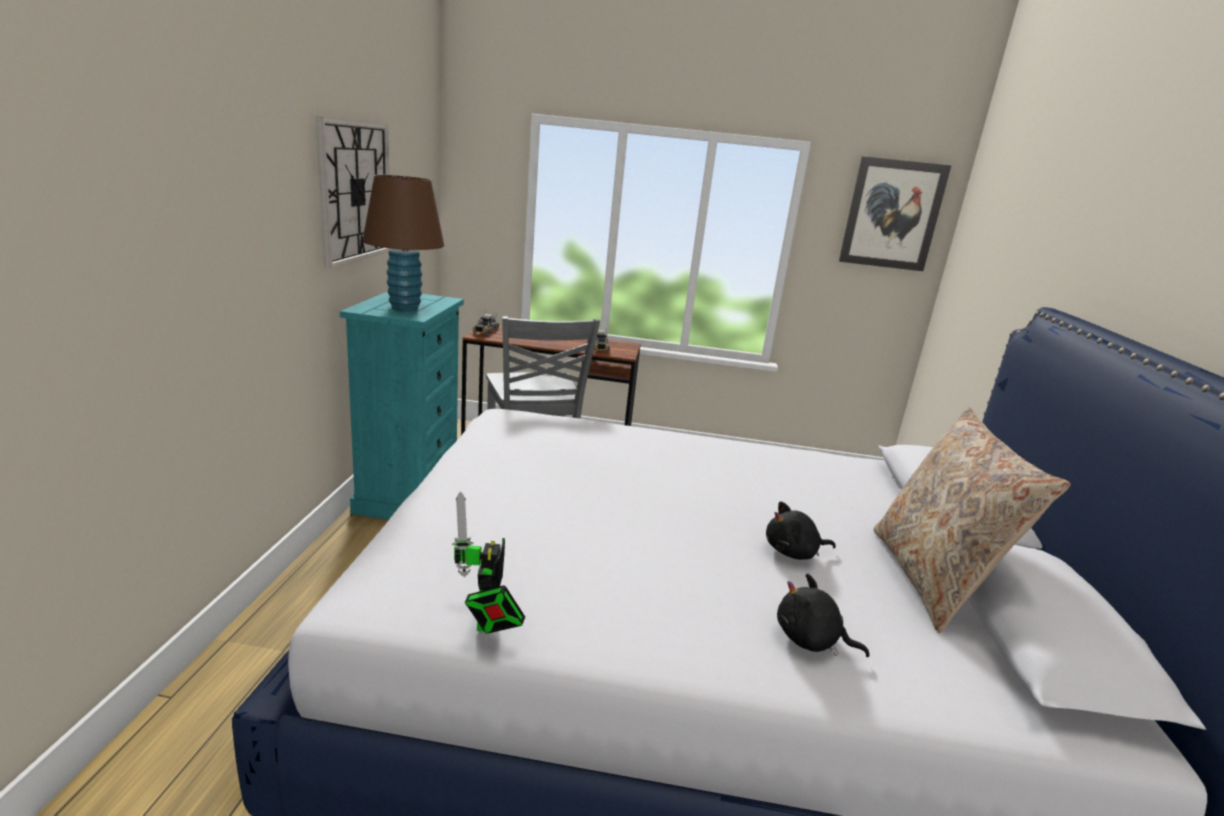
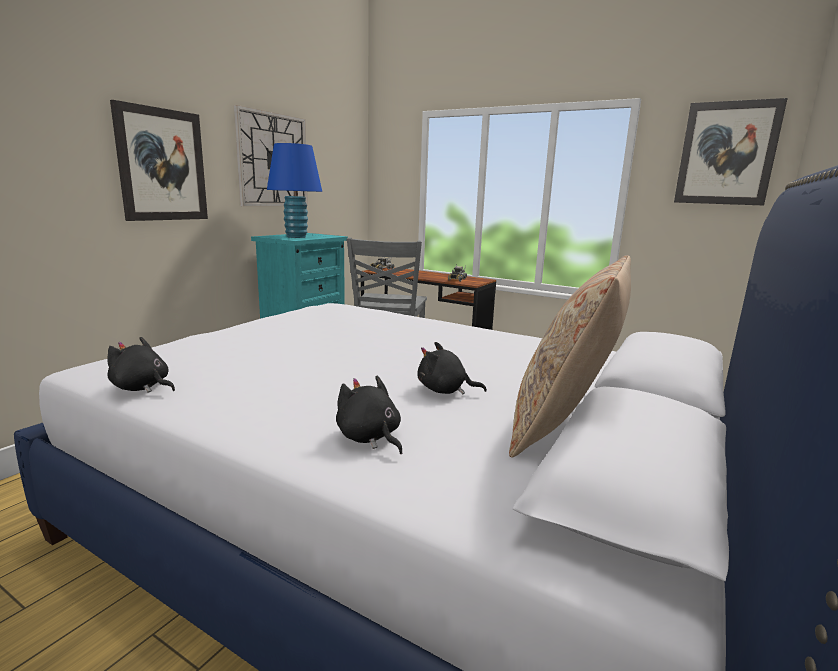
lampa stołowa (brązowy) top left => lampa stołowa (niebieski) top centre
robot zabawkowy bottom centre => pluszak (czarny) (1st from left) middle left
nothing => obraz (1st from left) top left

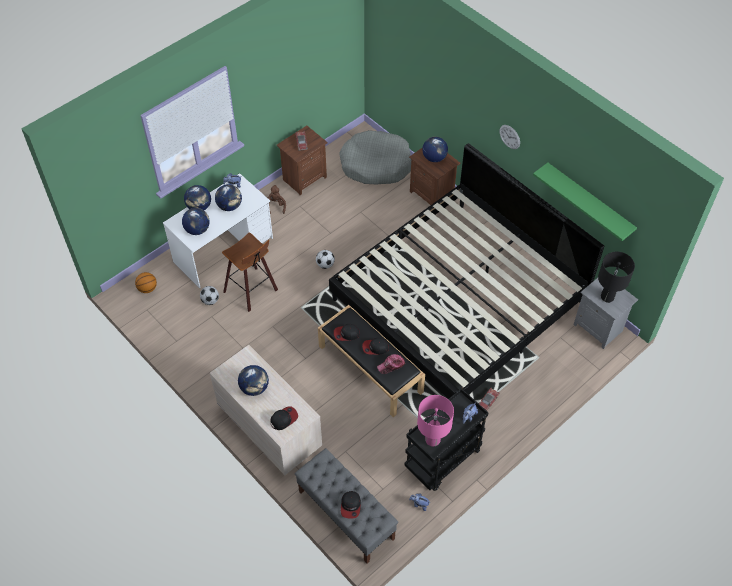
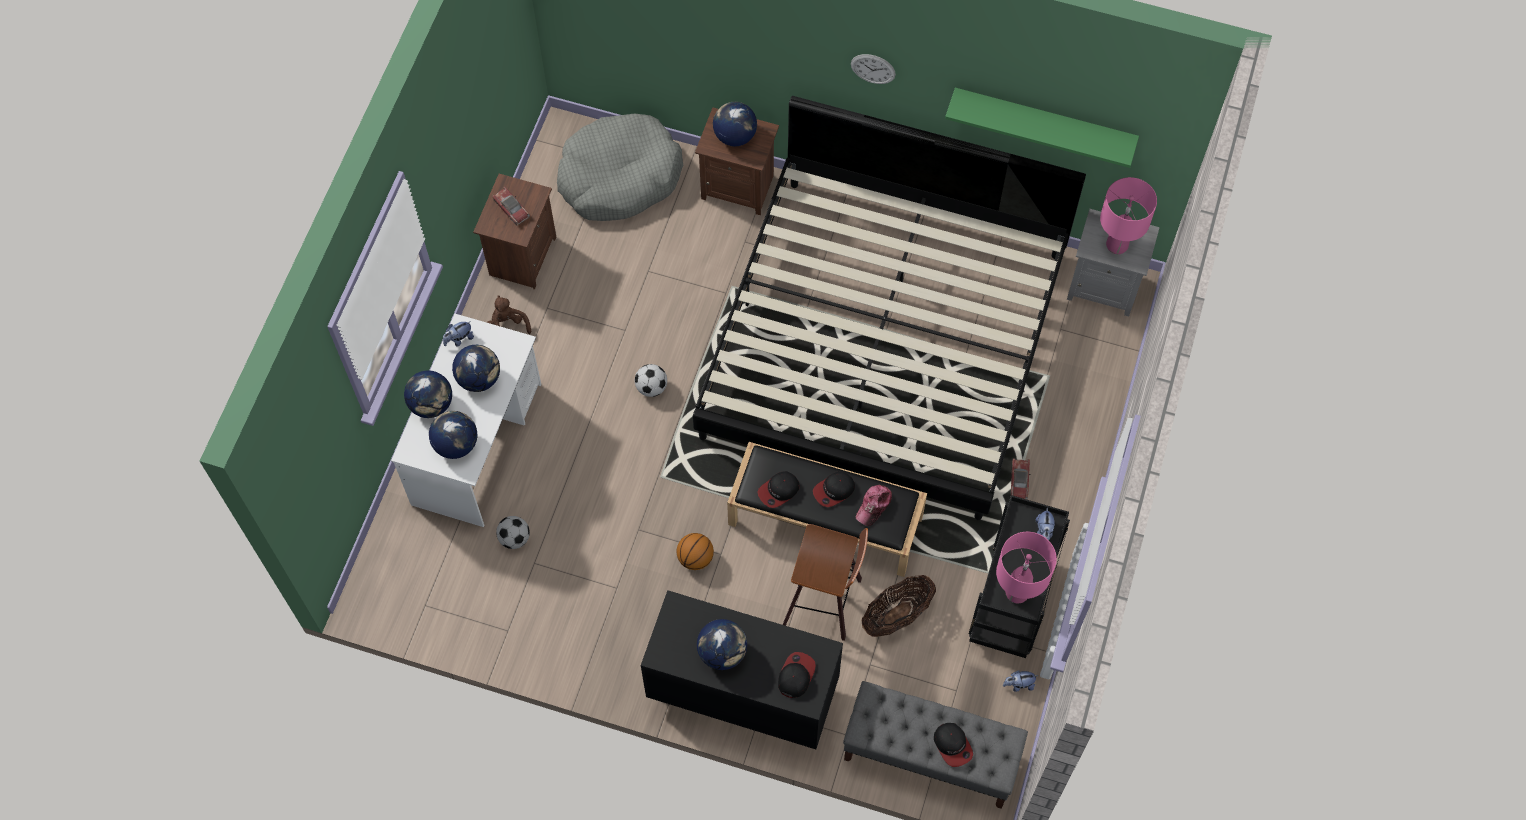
stołek centre => stołek bottom centre, moved
lampa stołowa (czarny) middle right => lampa stołowa (różowy) (2nd from left) top right
piłka do koszykówki middle left => piłka do koszykówki bottom centre, moved
komoda (beżowy) bottom centre => komoda (czarny) bottom centre
nothing => koszyk bottom centre

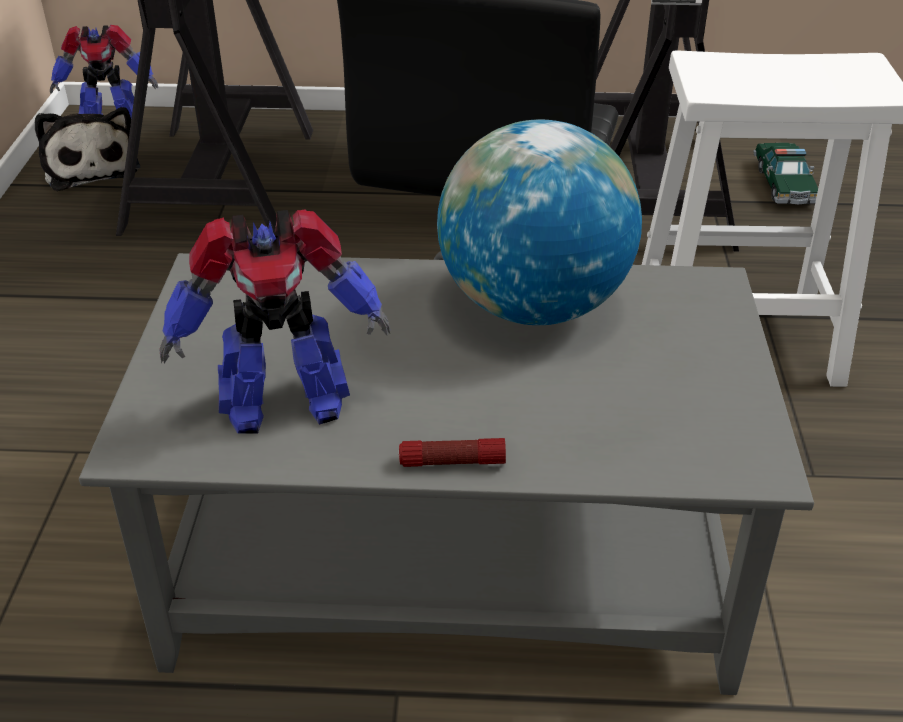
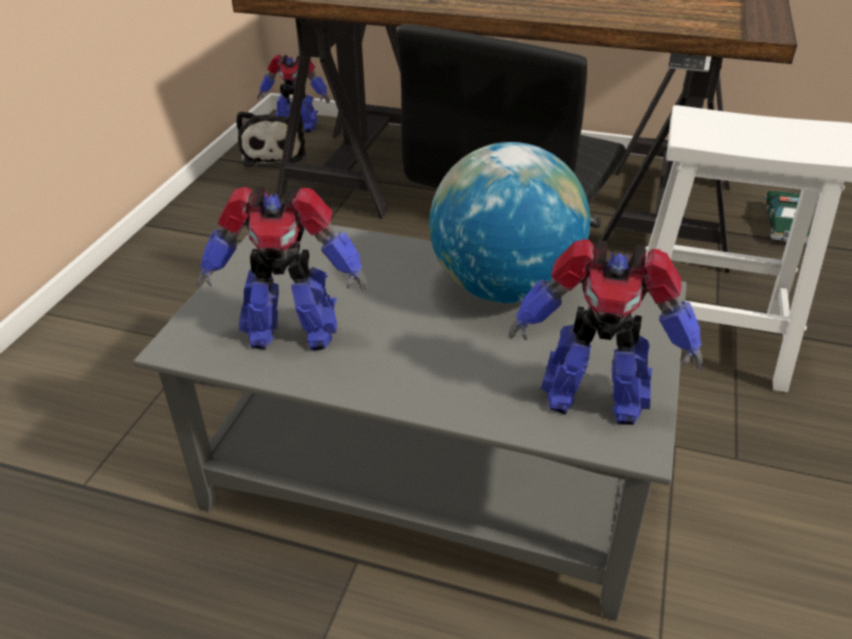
latarka centre => nothing
nothing => robot zabawkowy (3rd from left) middle right

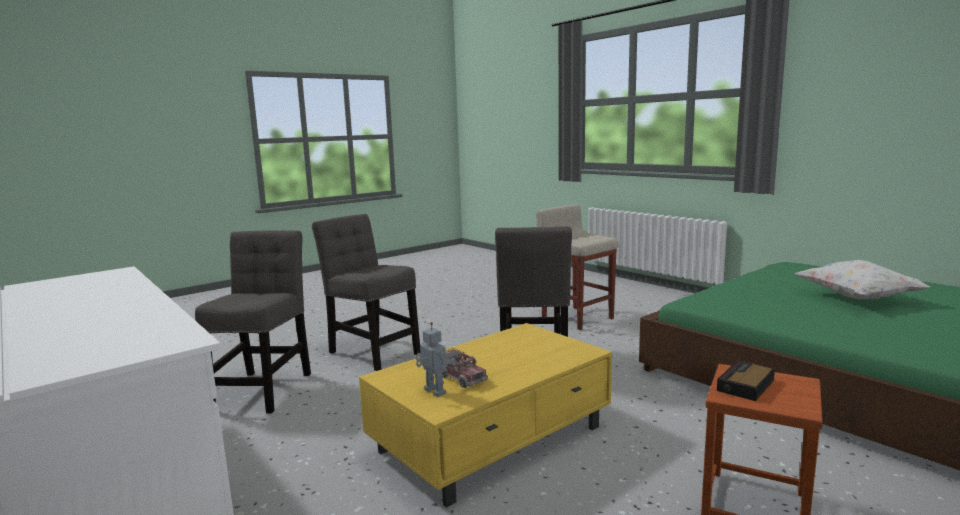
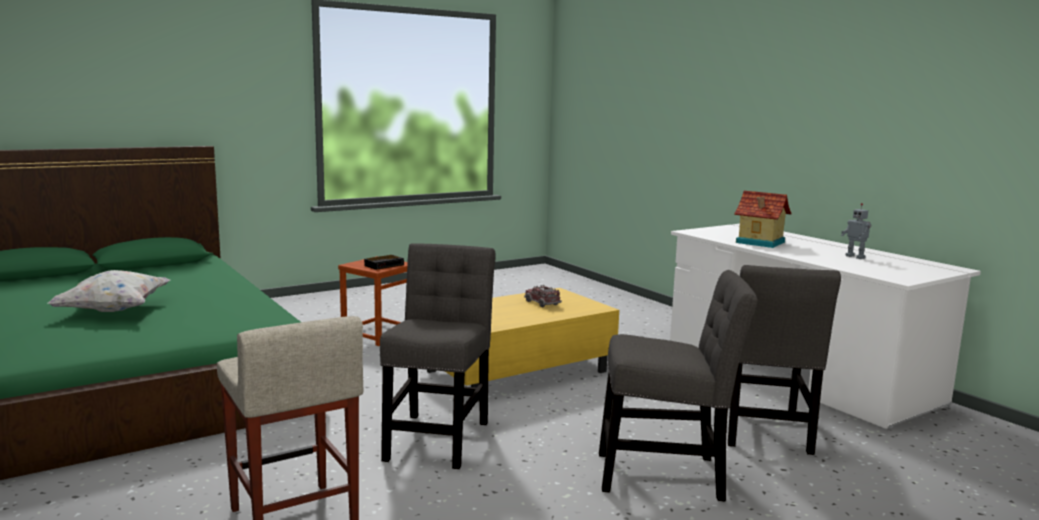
krzesło (szary) (2nd from left) centre => krzesło (szary) (2nd from left) bottom centre, 45 degrees counterclockwise
robot zabawkowy bottom centre => robot zabawkowy middle right, moved
nothing => domek middle right

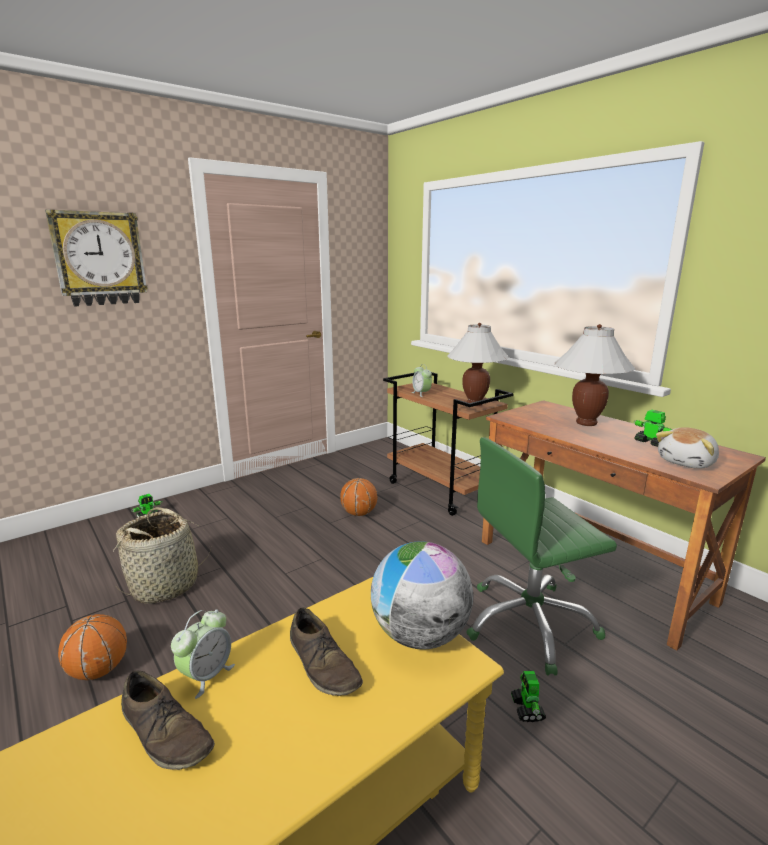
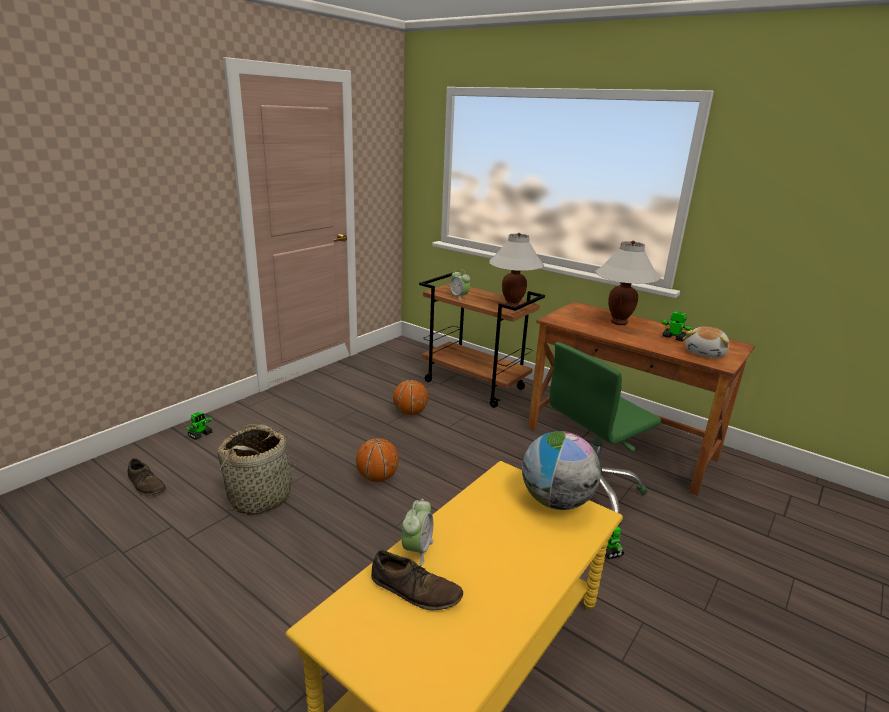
zegar ścienny top left => nothing
but (brązowy) (2nd from left in the first image) bottom centre => but (brązowy) (1st from left) bottom left, moved
piłka do koszykówki (1st from left) bottom left => piłka do koszykówki (1st from left) centre, moved

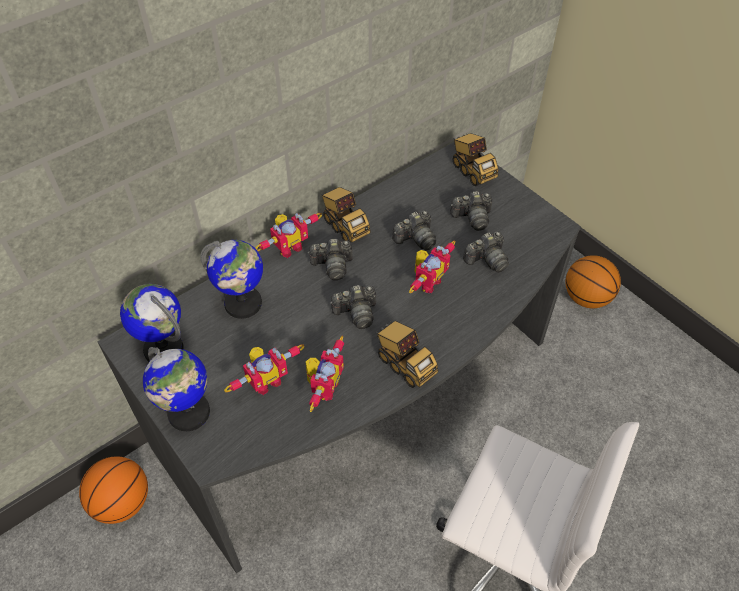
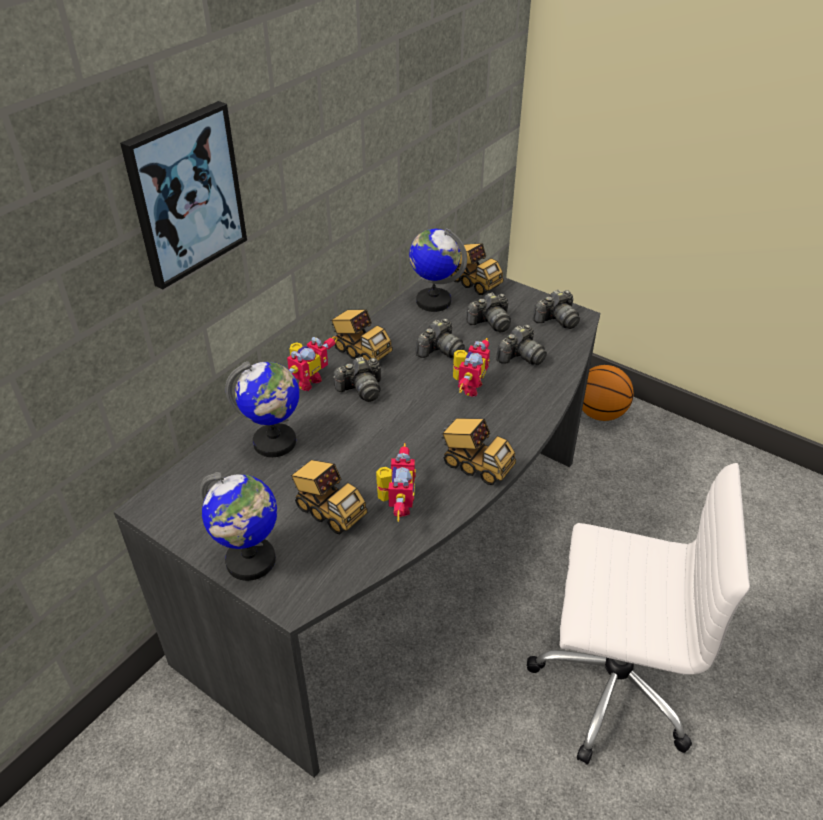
globus (1st from left in the first image) middle left => globus (3rd from left) top centre, moved
aparat fotograficzny (2nd from left in the first image) centre => aparat fotograficzny (5th from left) middle right, moved
robot zabawkowy (1st from left) centre => ciężarówka zabawkowa (1st from left) centre
piłka do koszykówki (1st from left) bottom left => nothing
nothing => obraz top left

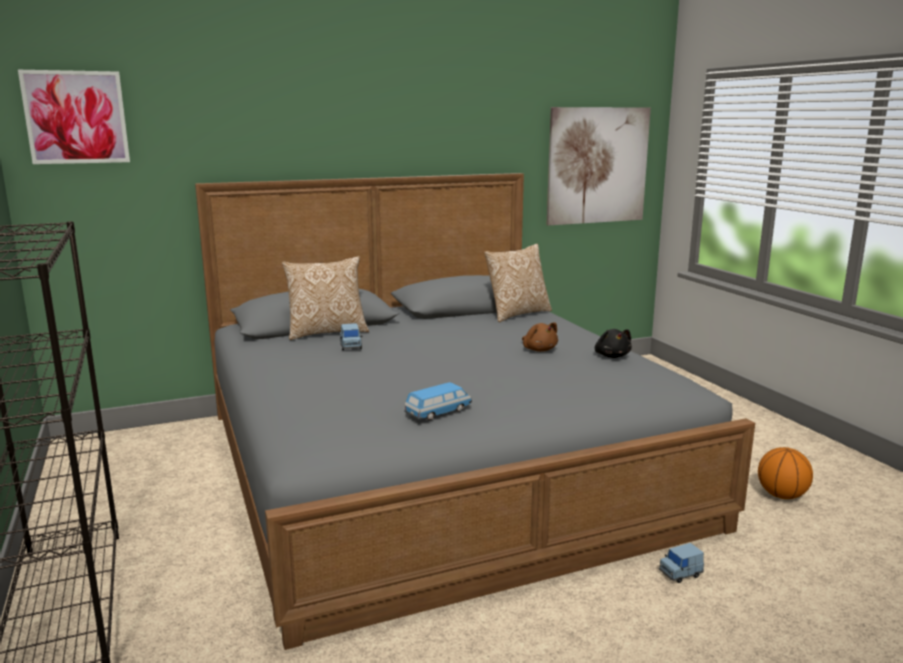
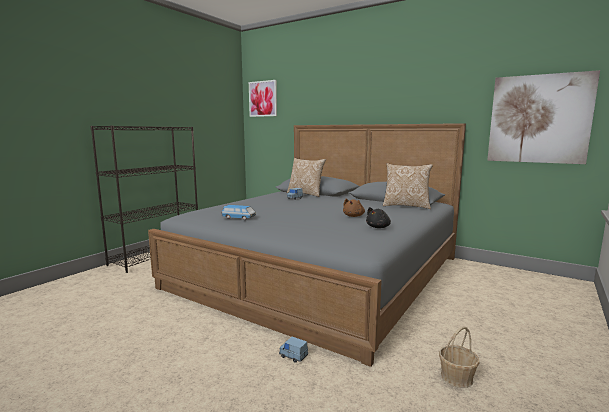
piłka do koszykówki bottom right => koszyk bottom right

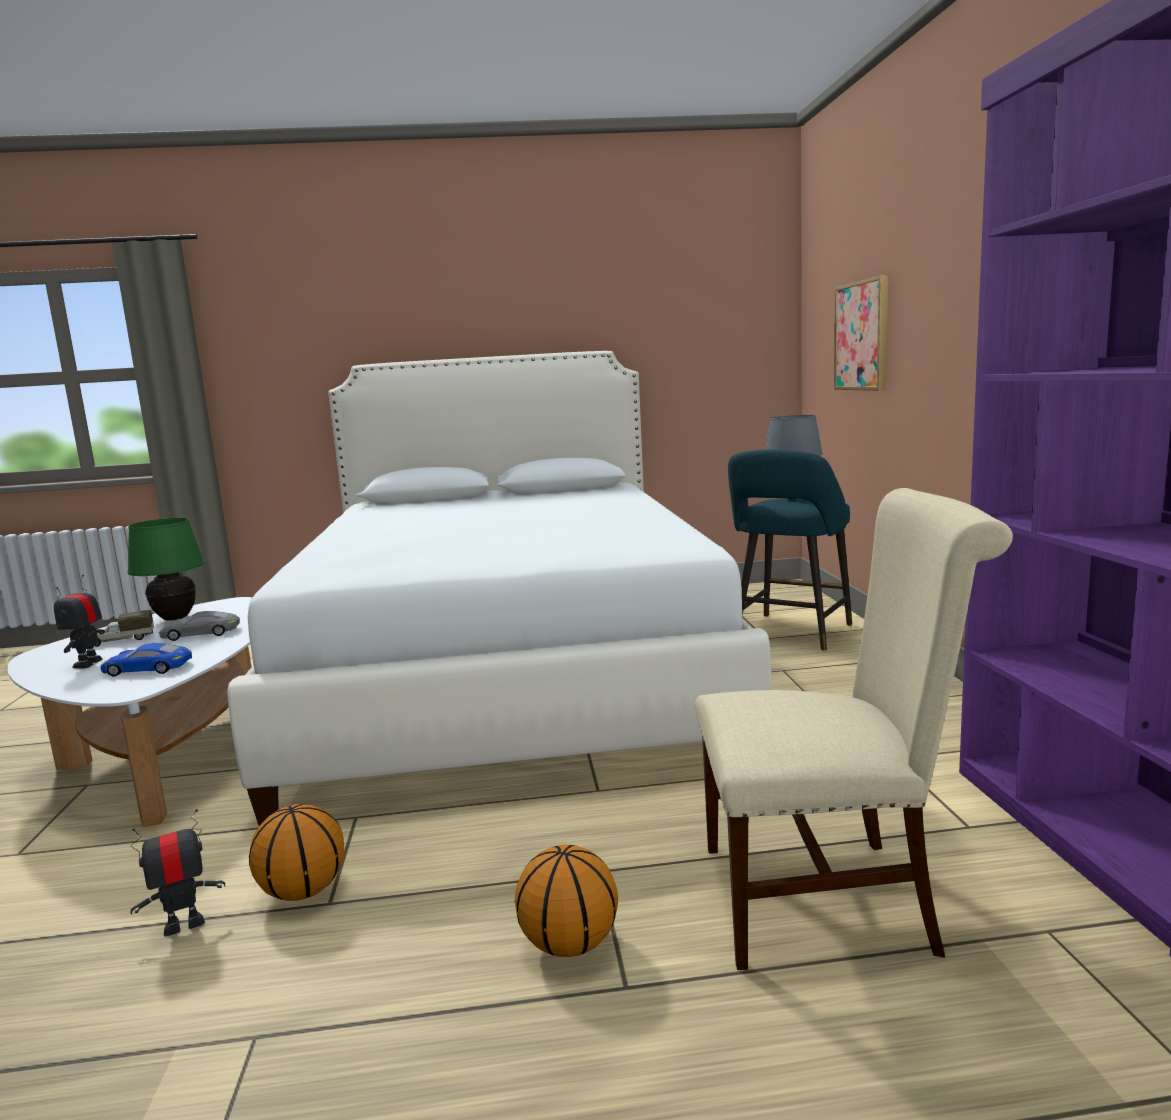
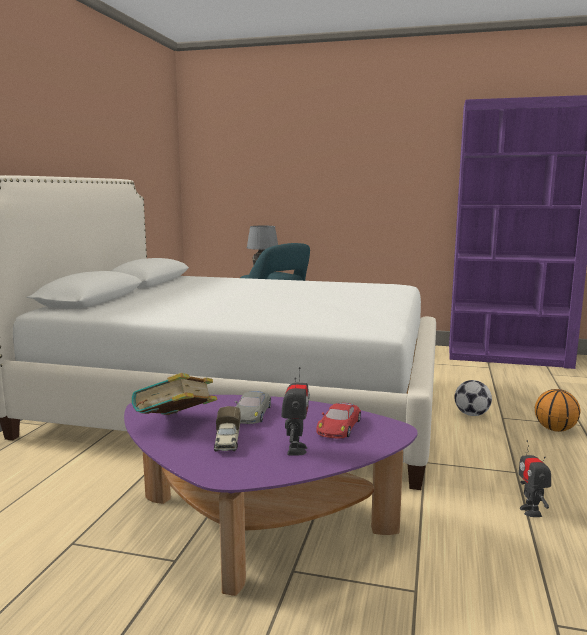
obraz top right => nothing
krzesło (beżowy) middle right => nothing
lampa stołowa (zielony) middle left => książka middle left
robot zabawkowy (1st from left) middle left => robot zabawkowy (1st from left) centre, 105 degrees counterclockwise
ława (biały) middle left => ława (fioletowy) bottom centre
samochodzik (niebieski) middle left => samochodzik (czerwony) centre
piłka do koszykówki (1st from left) bottom left => nothing
nothing => piłka futbolowa middle right

